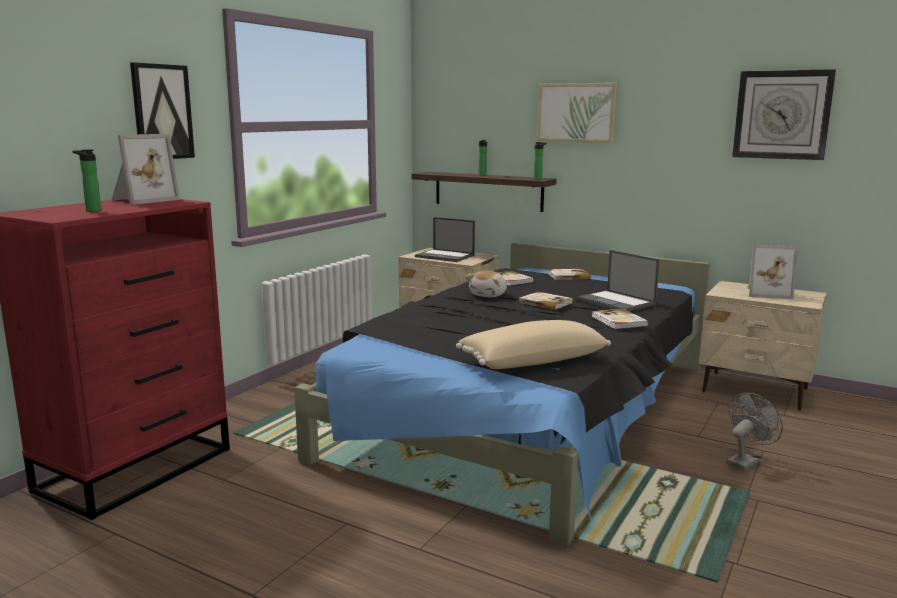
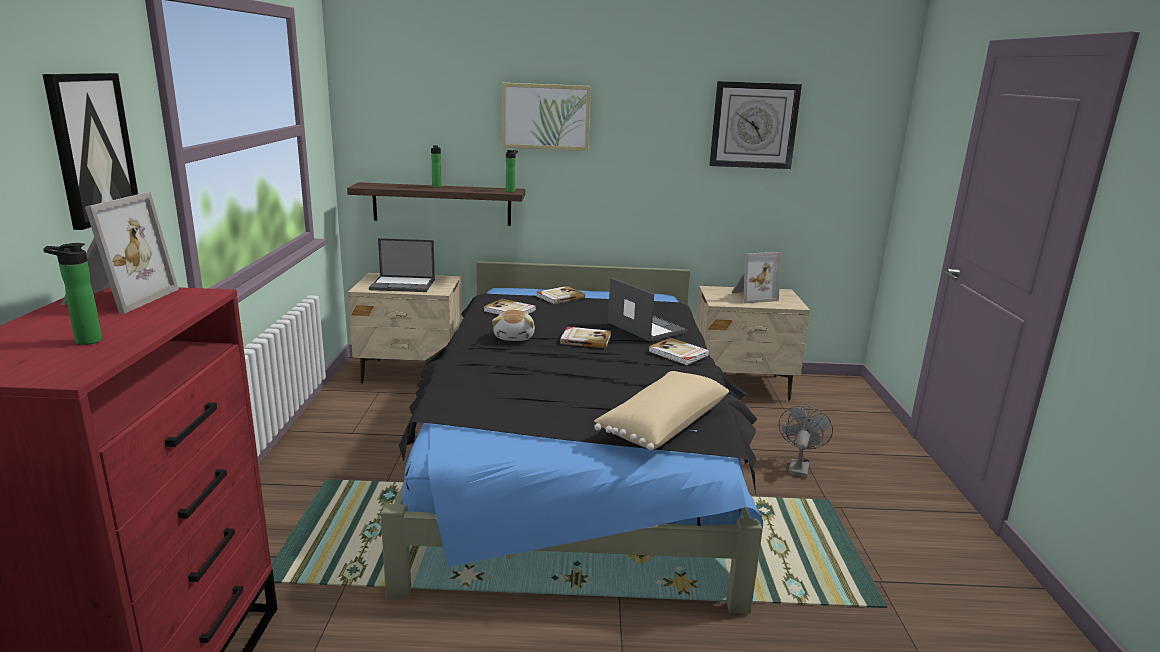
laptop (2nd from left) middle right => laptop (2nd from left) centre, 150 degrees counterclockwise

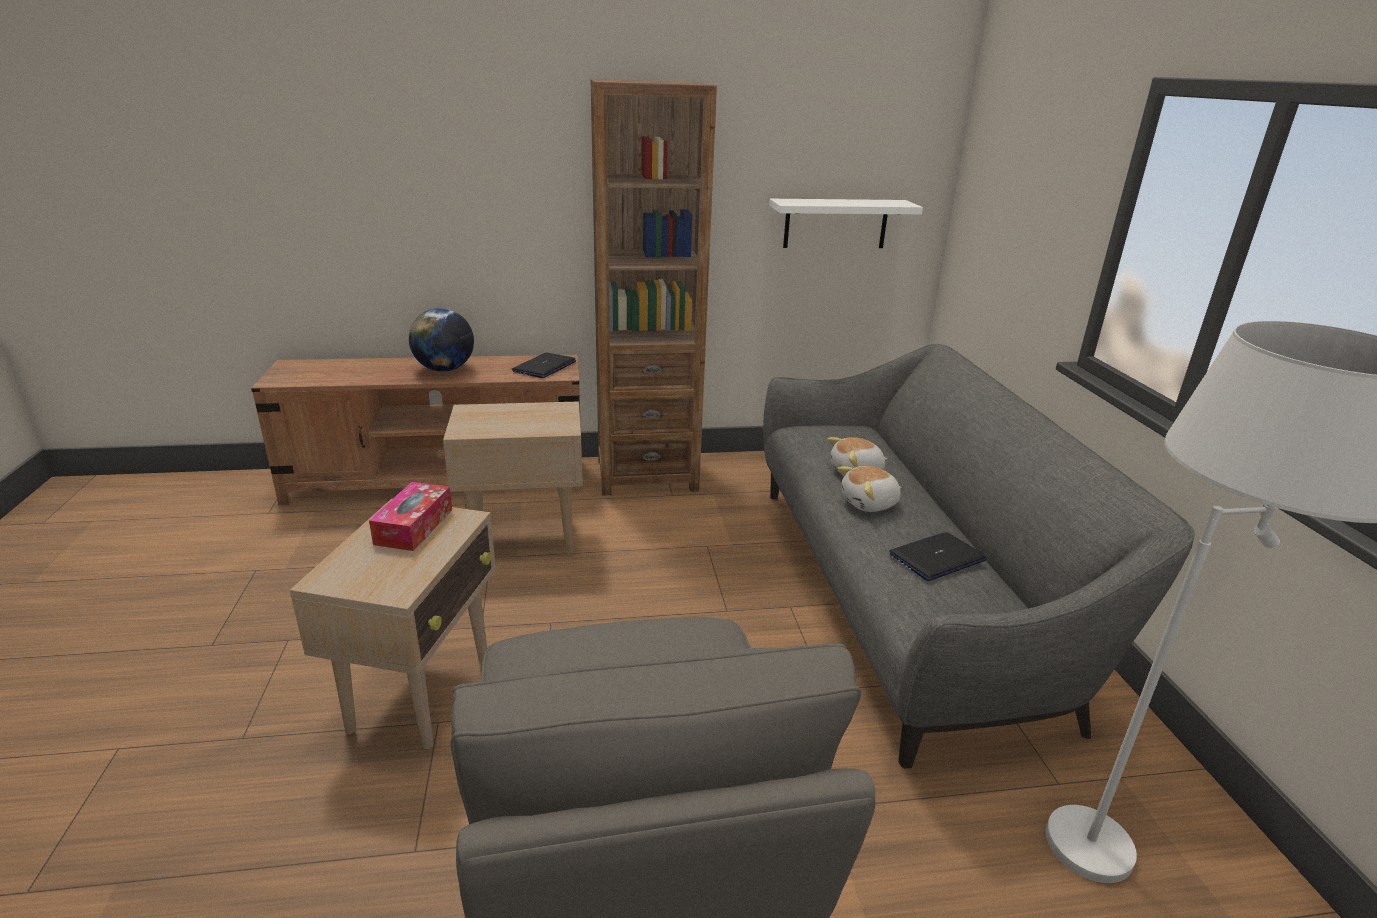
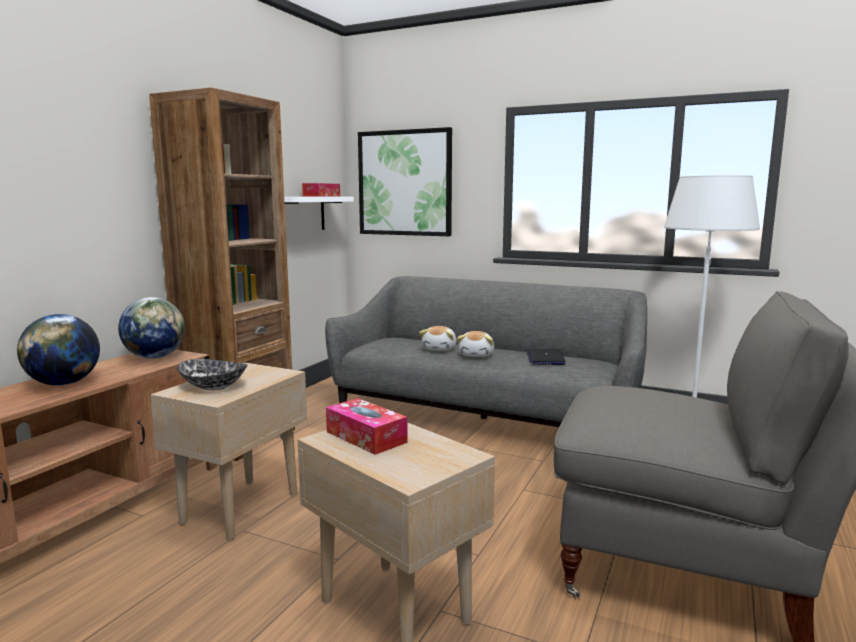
laptop (1st from left) centre => globus (2nd from left) middle left
nothing => obraz top centre
nothing => pudełko chusteczek (1st from left) top centre
nothing => miska middle left

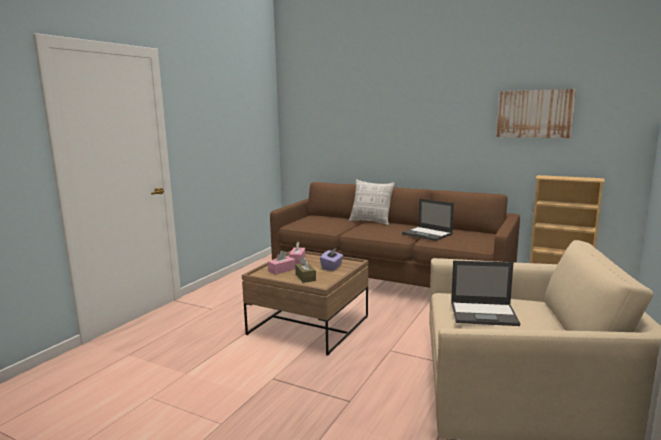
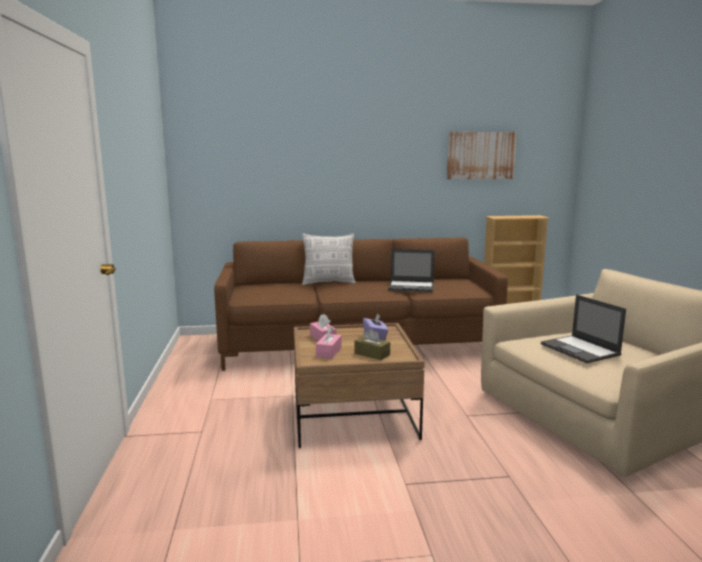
laptop (2nd from left) middle right, 90 degrees clockwise

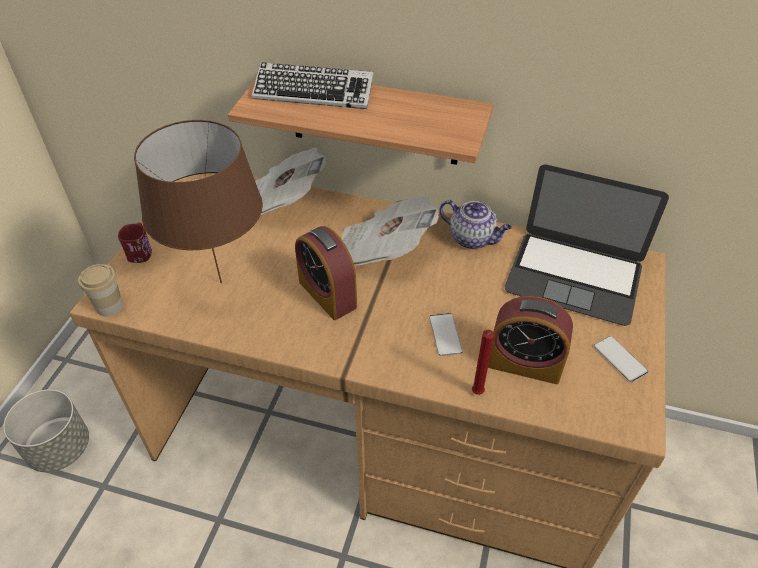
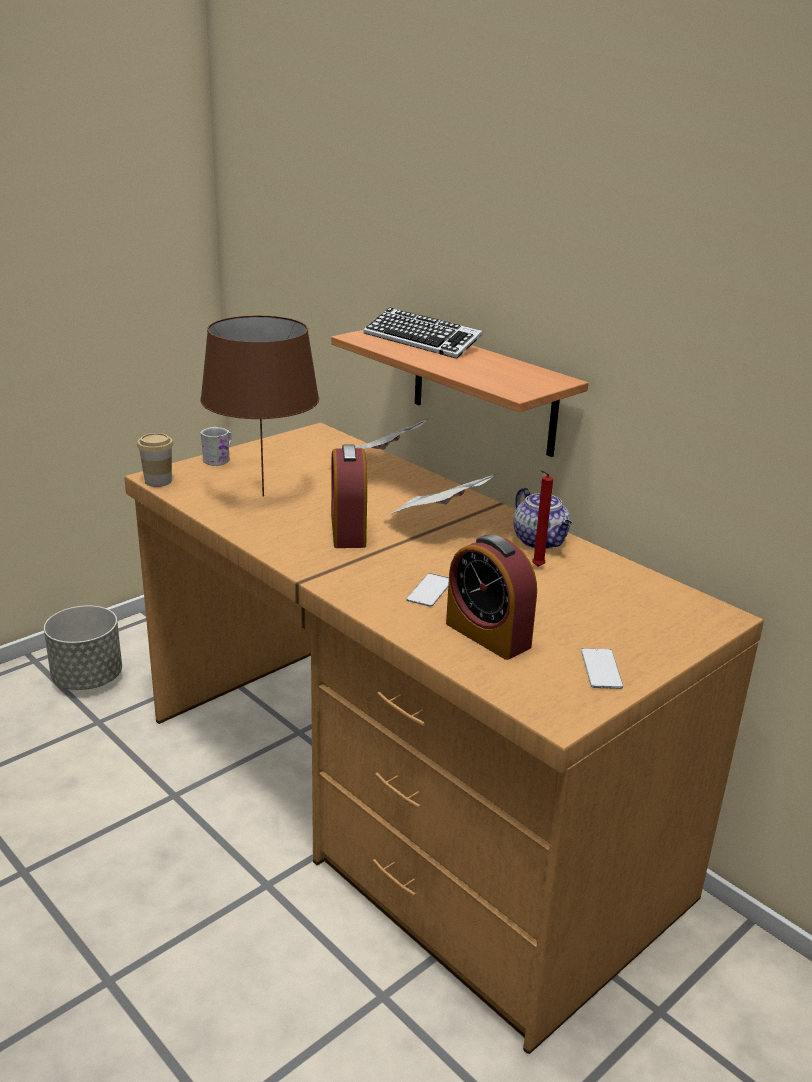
laptop middle right => nothing
kubek (czerwony) middle left => kubek (biały) middle left
świeca (czerwony) centre => świeca (czerwony) middle right, moved

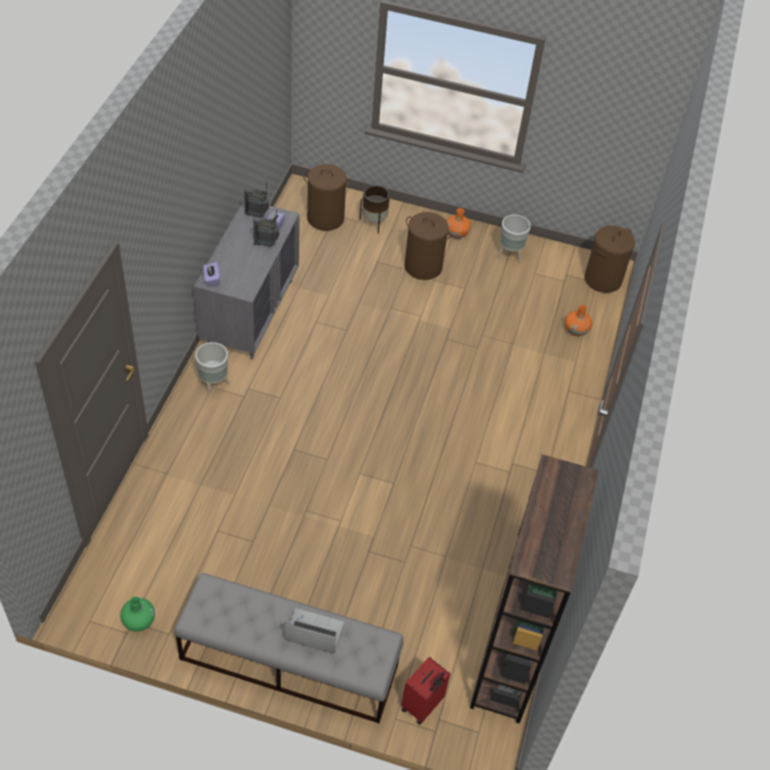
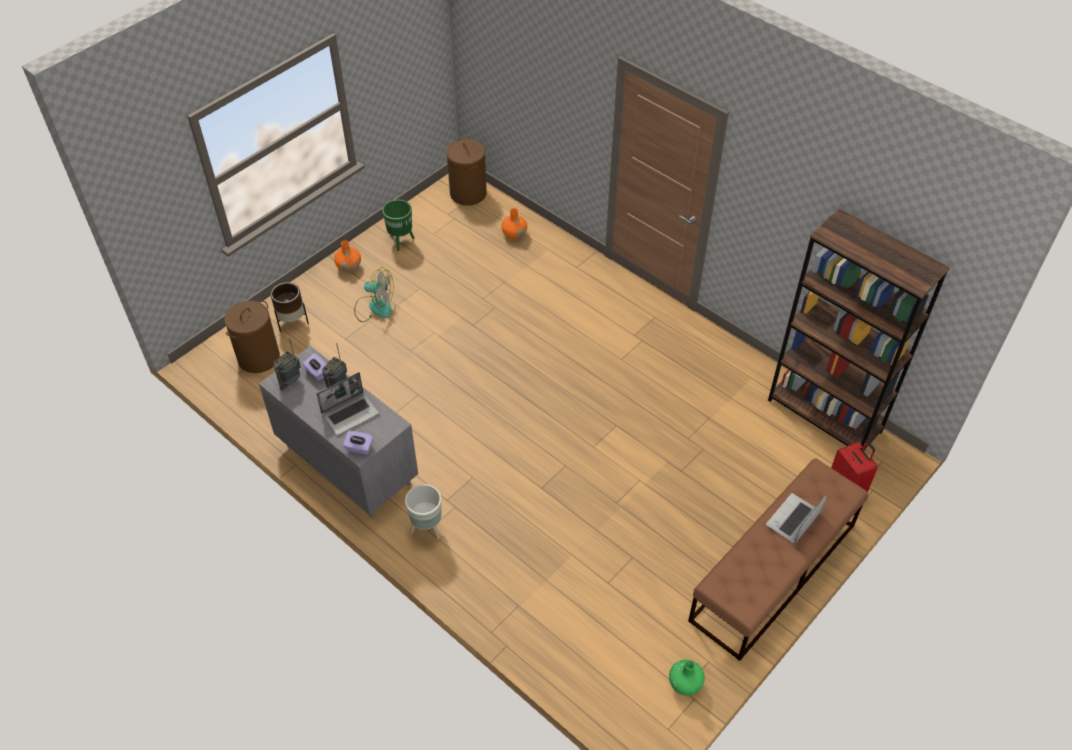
kosz na pranie (brązowy) (2nd from left) top centre => wentylator centre
donica (szary) (2nd from left) top right => donica (zielony) top centre
ławka (szary) bottom centre => ławka (brązowy) bottom right
nothing => laptop (1st from left) middle left

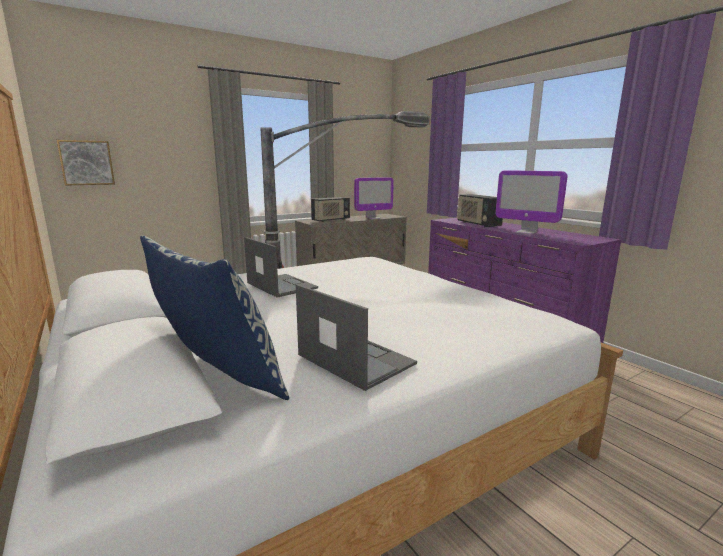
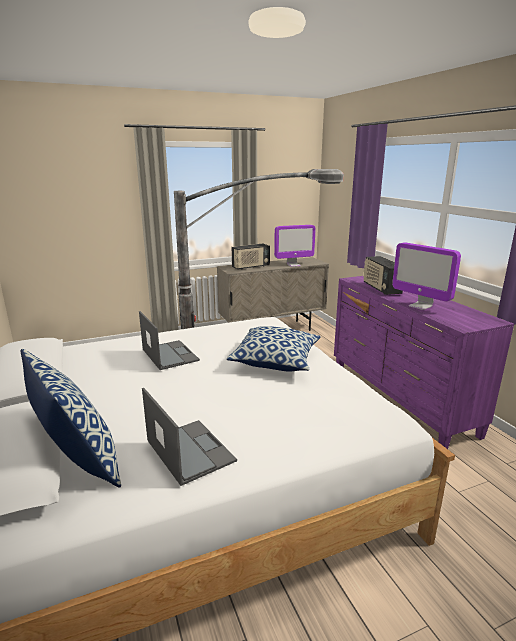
obraz top left => nothing
nothing => poduszka (2nd from left) centre

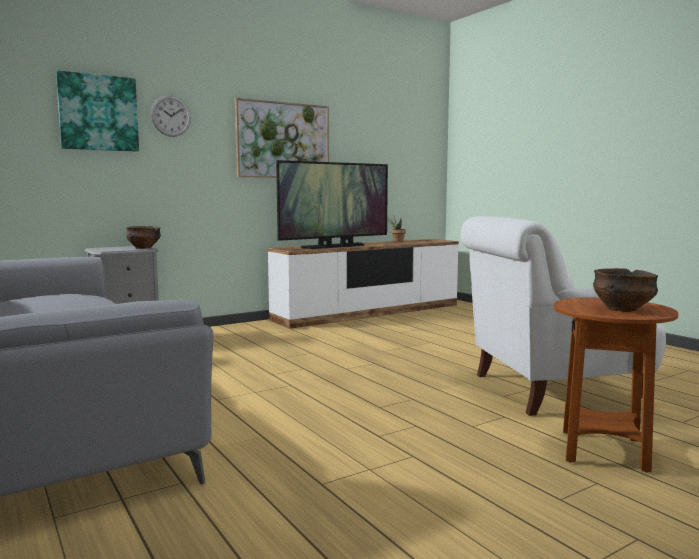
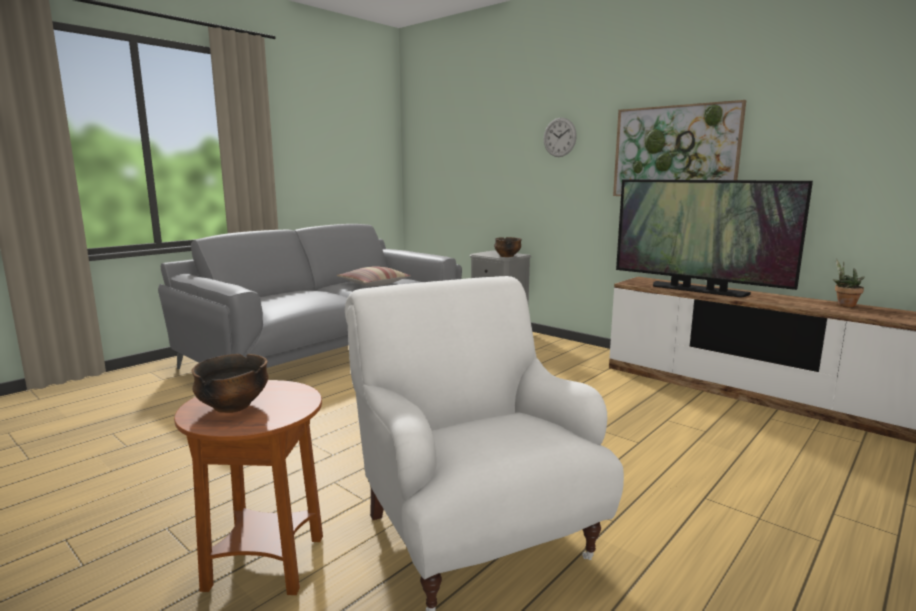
obraz (1st from left) top left => nothing
nothing => poduszka centre

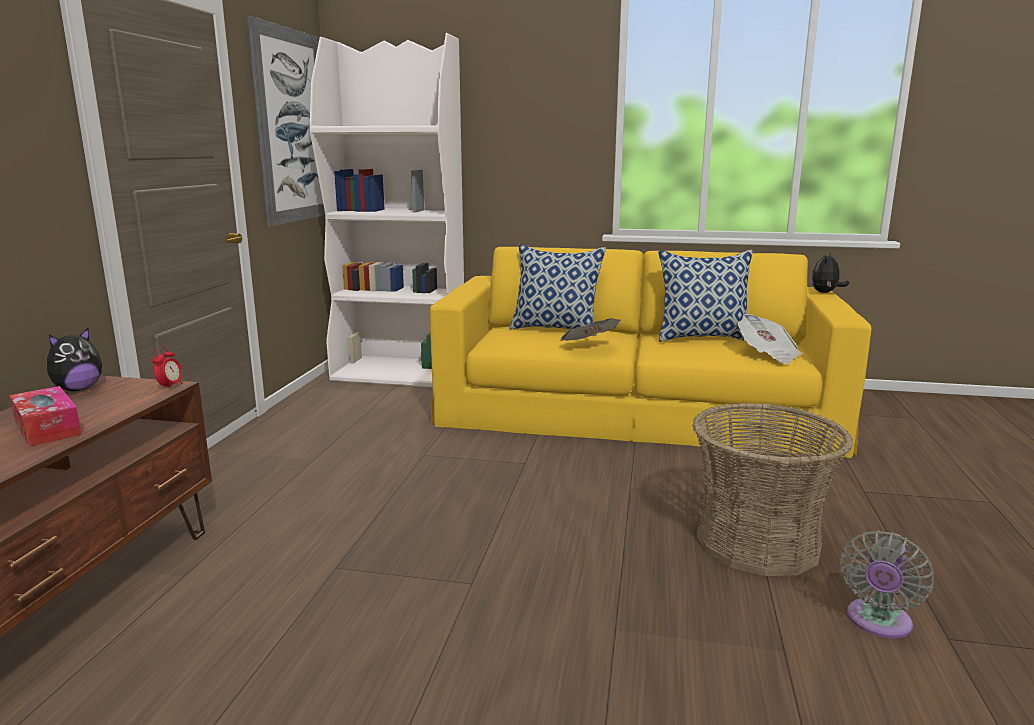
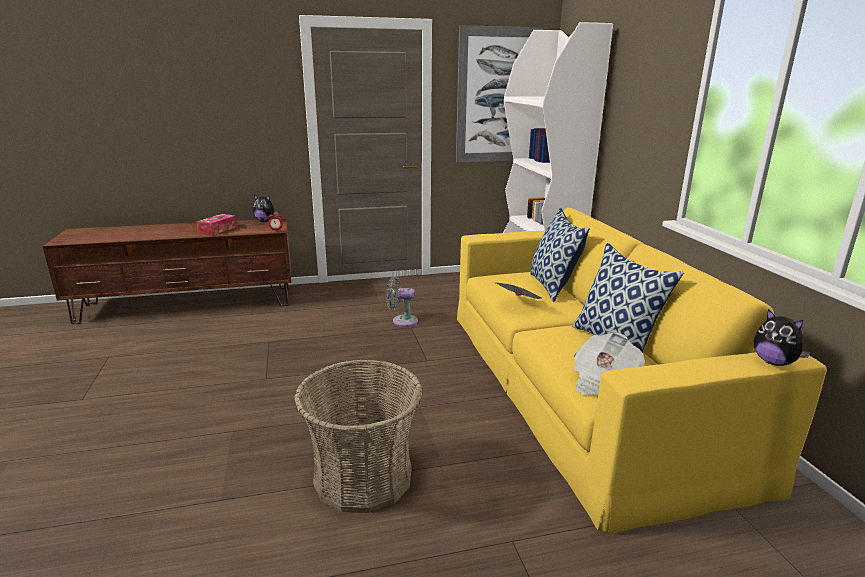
pluszak (2nd from left) middle right, 135 degrees counterclockwise
wentylator (szary) bottom right => wentylator (szary) centre, moved

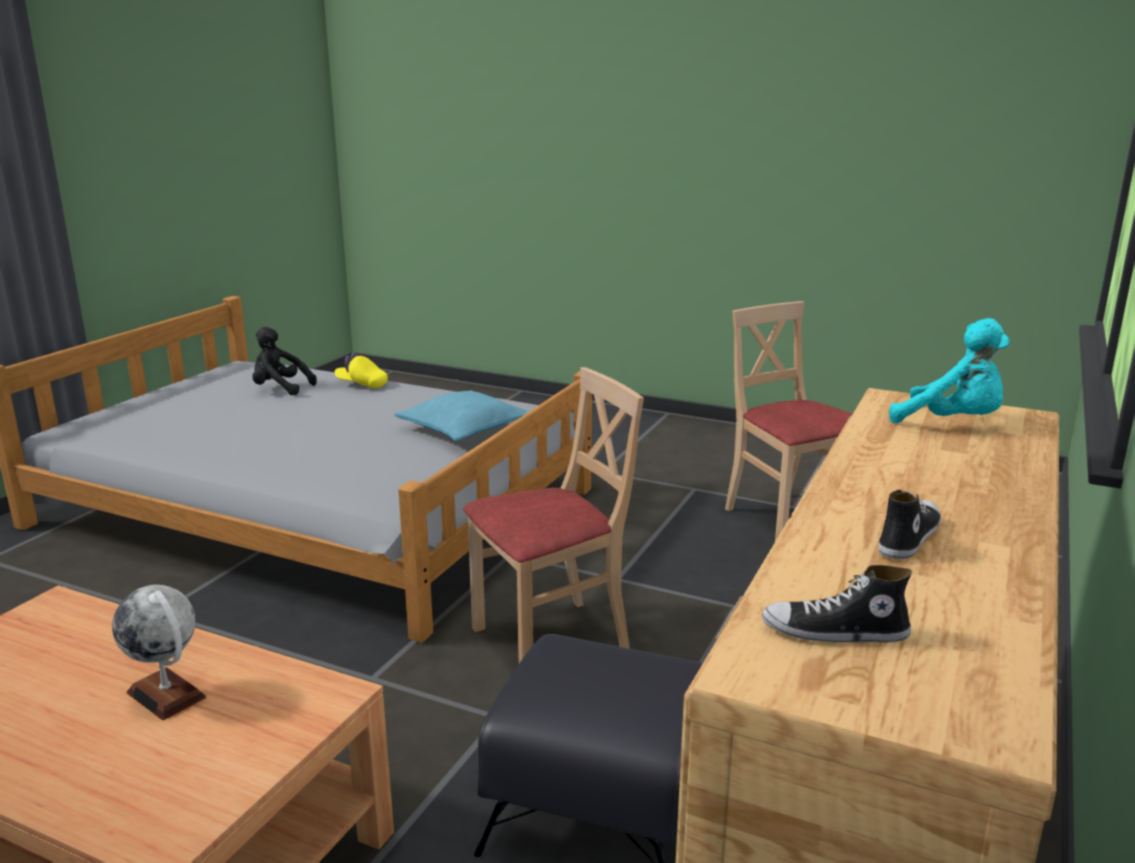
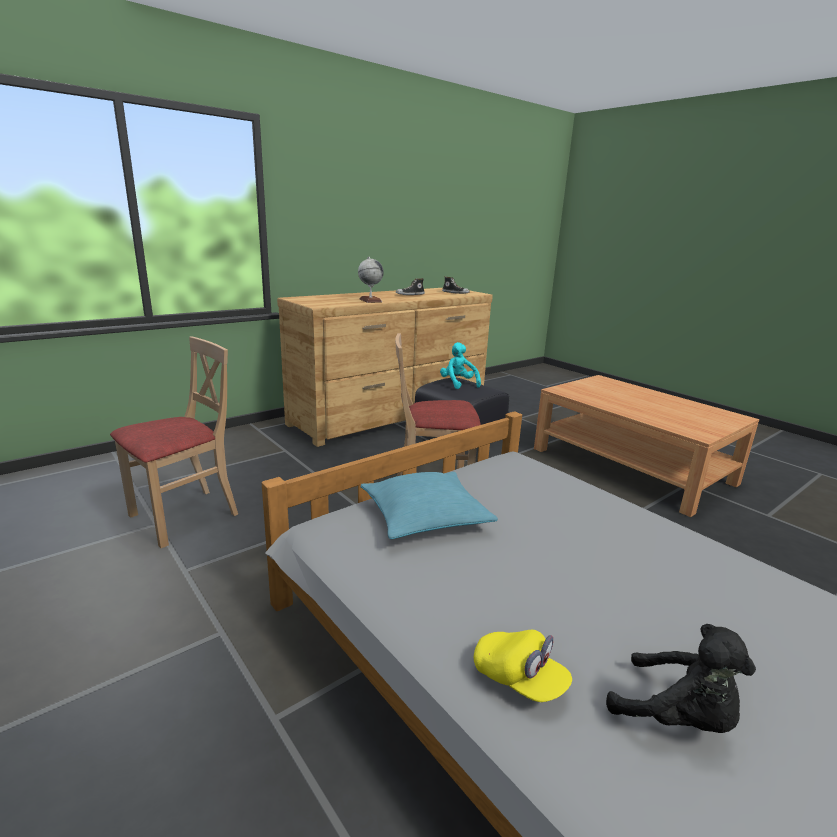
krzesło (beżowy) (2nd from left in the first image) middle right => krzesło (beżowy) (1st from left) middle left, 135 degrees counterclockwise
pluszak (turkusowy) middle right => pluszak (turkusowy) centre, moved
globus bottom left => globus centre, moved

